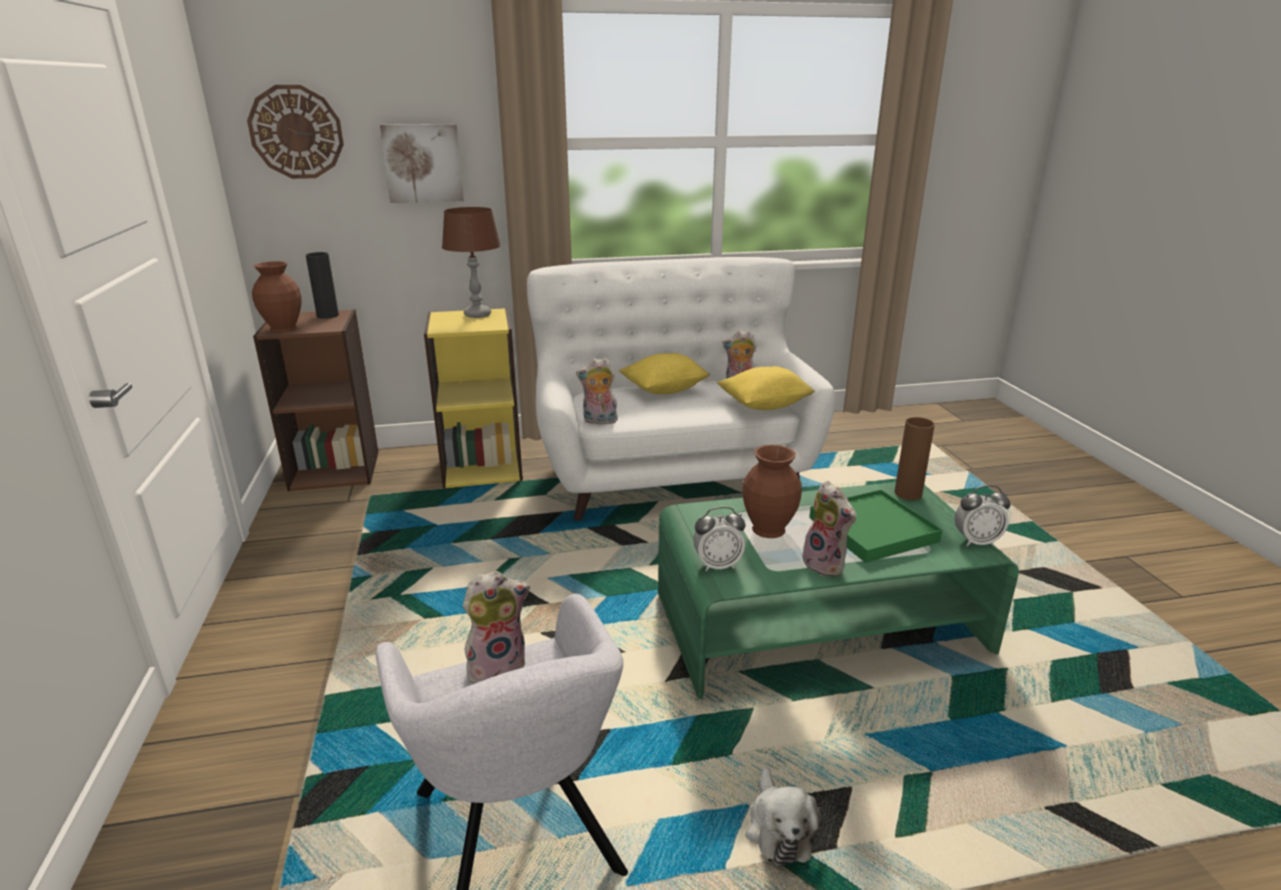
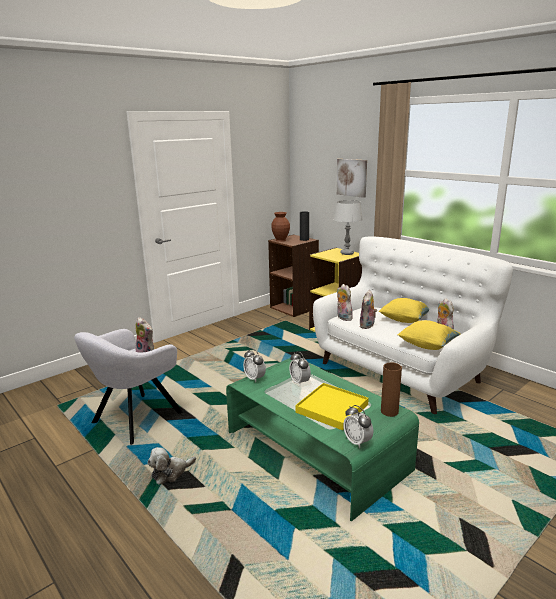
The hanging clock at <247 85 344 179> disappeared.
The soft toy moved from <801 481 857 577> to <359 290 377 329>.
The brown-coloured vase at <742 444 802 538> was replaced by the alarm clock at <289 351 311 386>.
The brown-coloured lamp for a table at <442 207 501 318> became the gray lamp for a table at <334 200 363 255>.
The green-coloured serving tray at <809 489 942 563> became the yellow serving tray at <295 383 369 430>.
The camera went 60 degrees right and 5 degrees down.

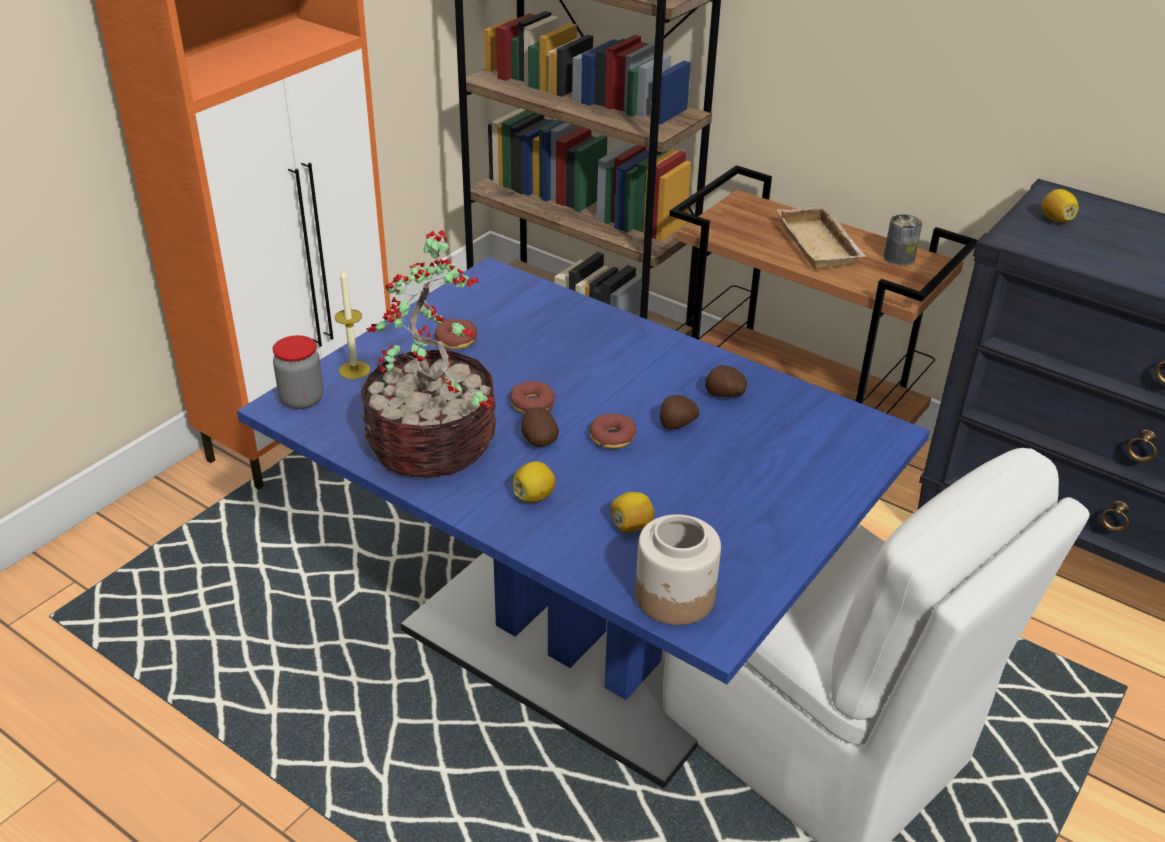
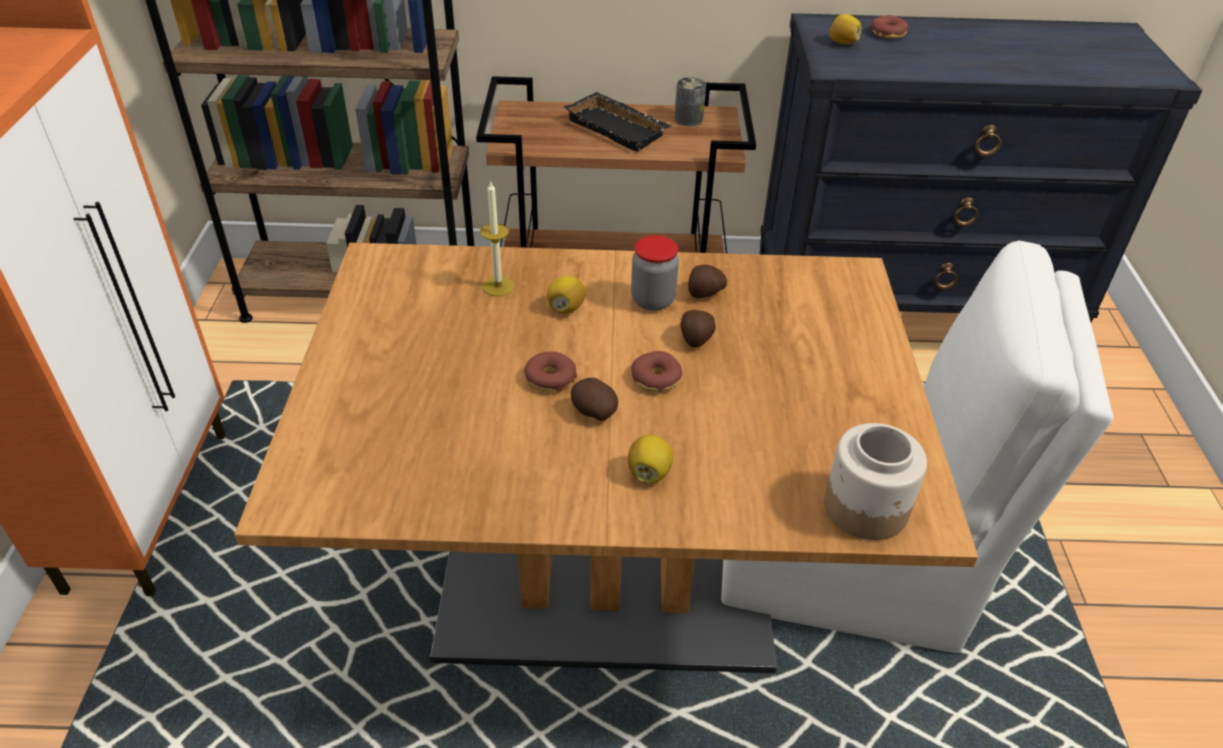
The houseplant at <361 230 496 478> disappeared.
The jar moved from <273 335 324 409> to <631 235 679 311>.
The wax candle moved from <335 270 370 379> to <480 182 514 296>.
The donut moved from <434 319 477 350> to <871 15 908 39>.
The lemon moved from <611 492 655 532> to <547 276 585 314>.
The blue dining table at <237 257 930 788> became the brown-coloured dining table at <234 243 978 673>.
The beige-coloured serving tray at <777 206 866 270> became the black-coloured serving tray at <564 92 671 152>.
The camera went 35 degrees left and 5 degrees up.

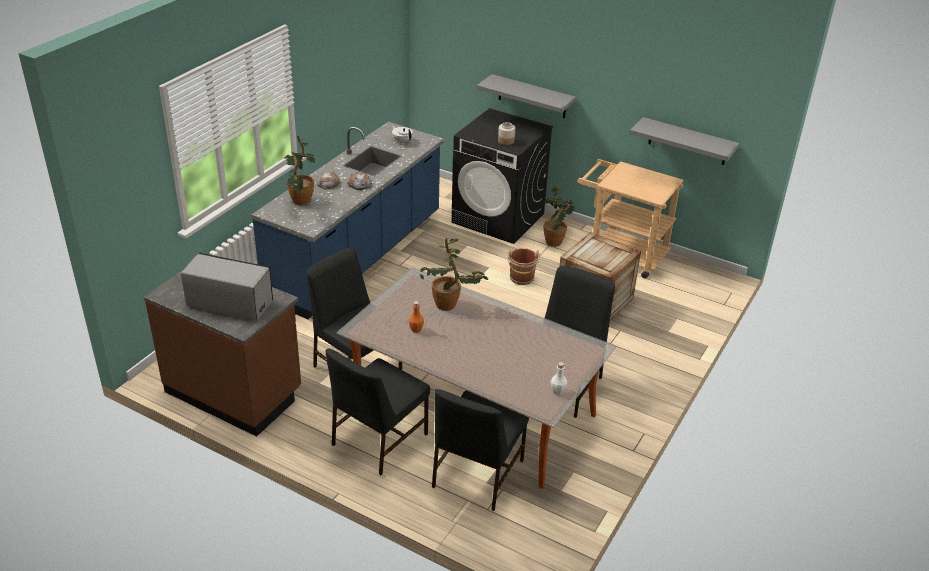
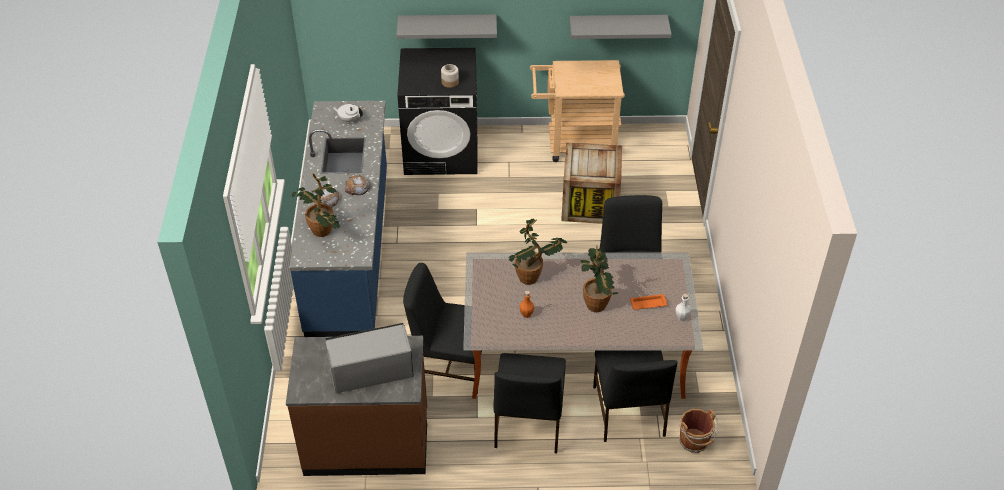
The orangey serving tray at <630 294 667 310> appeared.
The brown-coloured bucket moved from <507 248 540 285> to <679 409 718 453>.
The houseplant moved from <544 185 575 247> to <580 245 618 312>.
The camera went 30 degrees left and 10 degrees up.

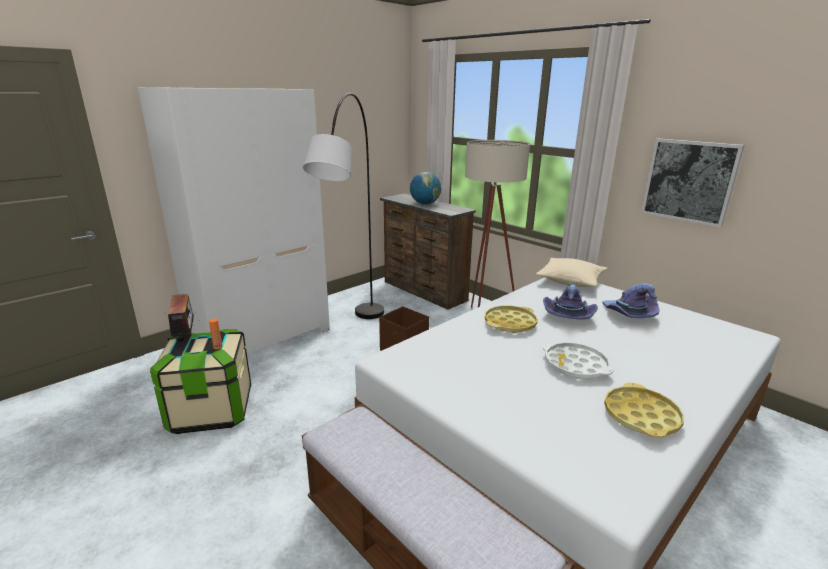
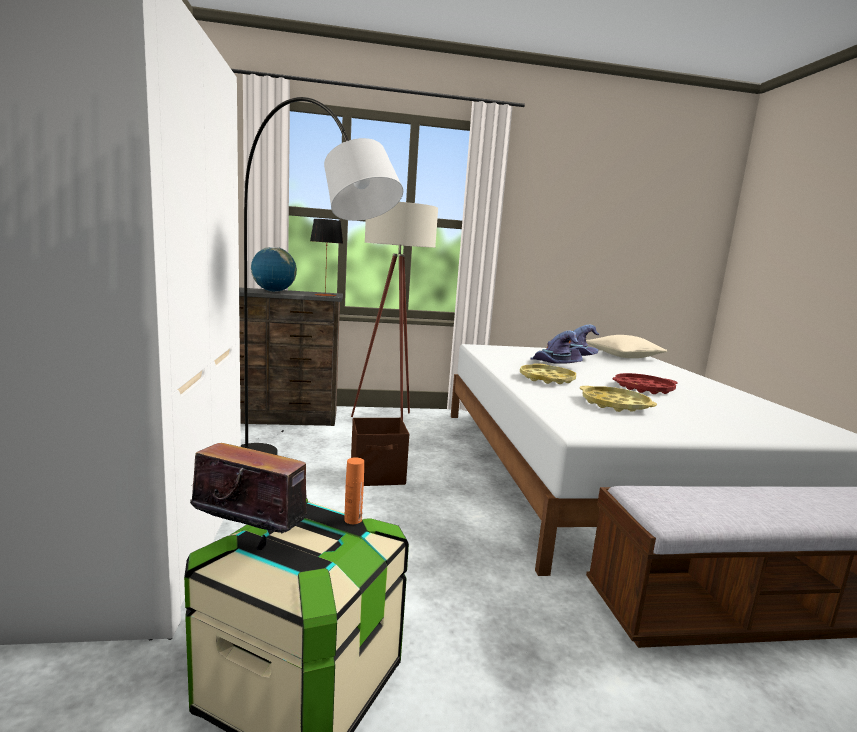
The wall picture at <641 139 745 227> disappeared.
The lamp for a table at <310 219 343 296> appeared.
The beige-coloured pillow moved from <536 258 607 287> to <586 335 667 358>.
The yellow serving tray moved from <604 383 684 438> to <580 386 657 412>.
The white-coloured serving tray at <543 342 614 379> became the red-coloured serving tray at <613 373 678 394>.
The camera went 55 degrees left and 10 degrees down.

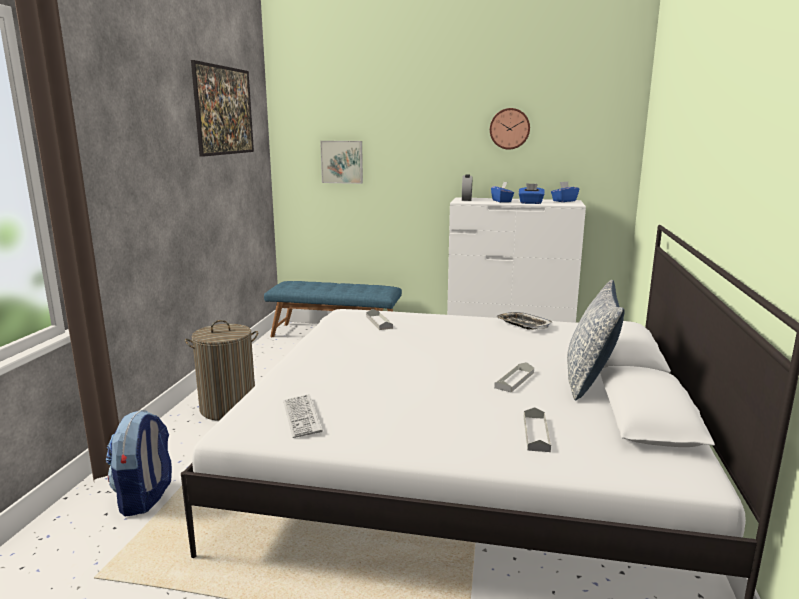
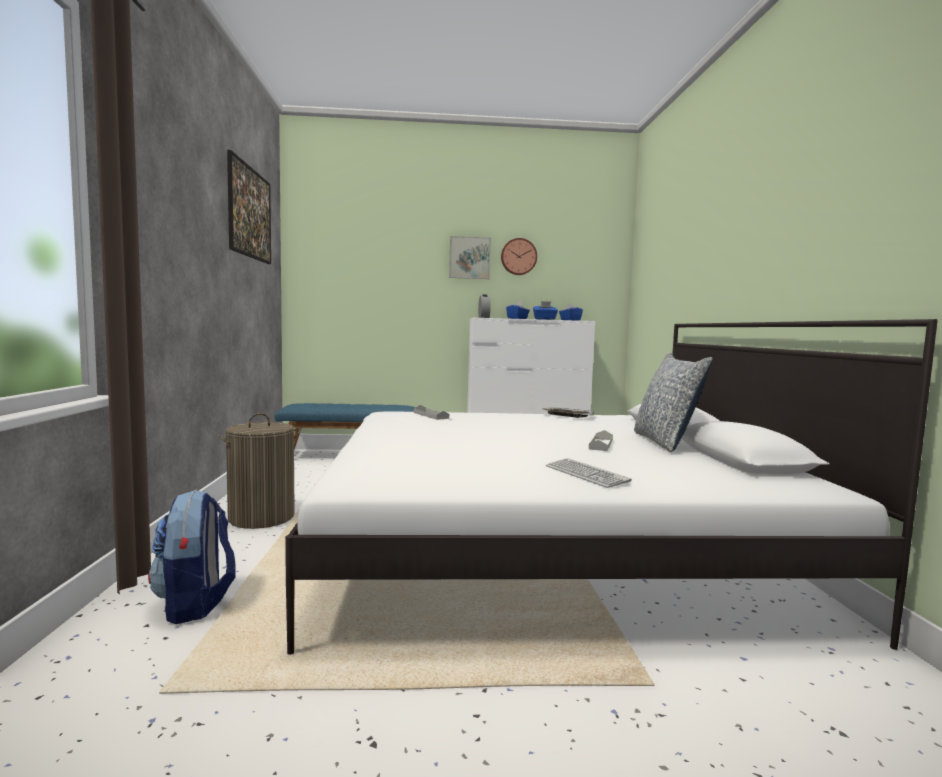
The gray serving tray at <524 407 551 452> disappeared.
The computer keyboard moved from <283 394 323 438> to <546 458 632 488>.
The wall picture moved from <320 141 363 184> to <449 236 491 279>.
The camera went 15 degrees left and 10 degrees down.

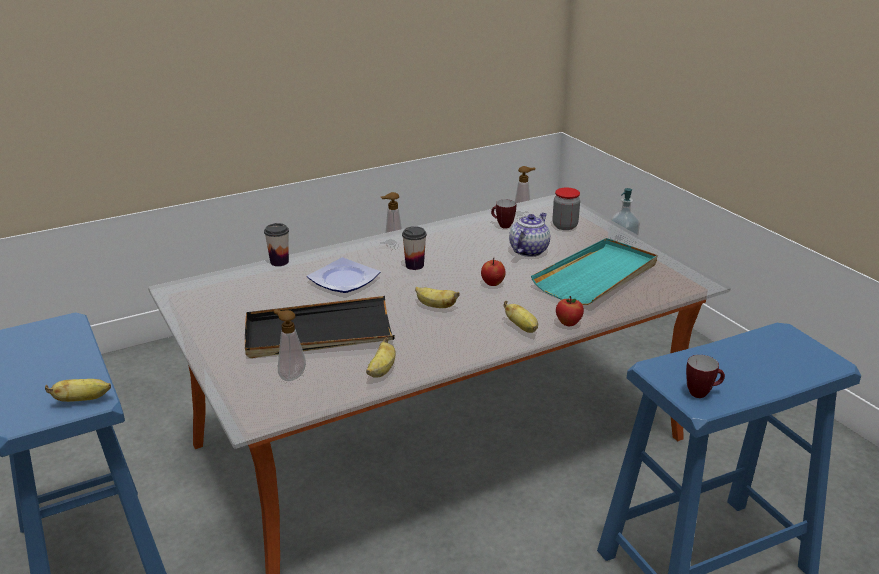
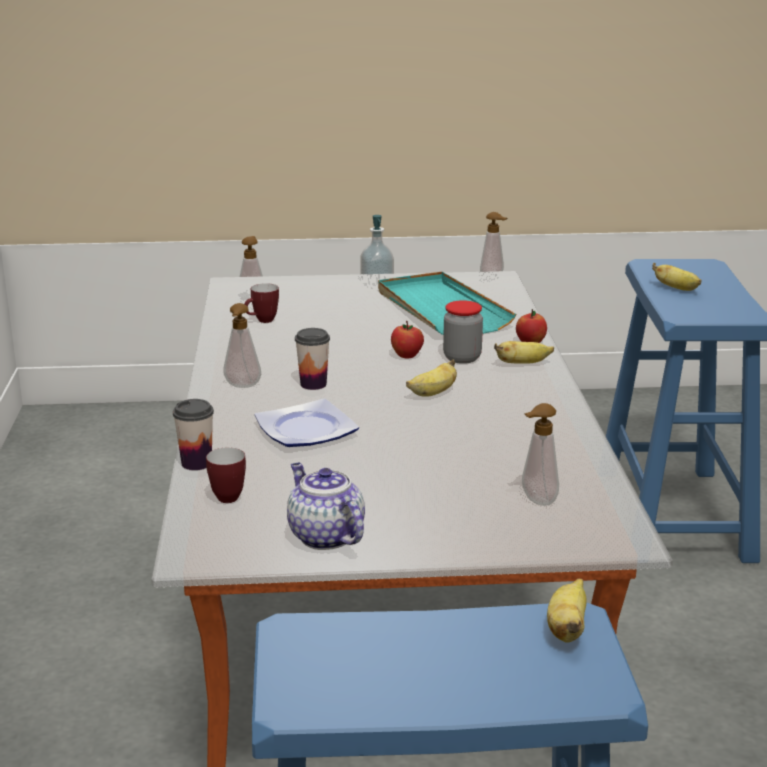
The black-coloured serving tray at <245 296 395 358> disappeared.
The soap dispenser at <480 212 507 282> appeared.
The banana fruit moved from <366 338 396 378> to <652 263 701 291>.
The tea pot moved from <509 213 550 257> to <287 463 365 550>.
The jar moved from <553 187 580 230> to <443 300 483 364>.
The tea mug moved from <686 355 725 398> to <206 447 246 503>.
The camera went 65 degrees left and 5 degrees down.

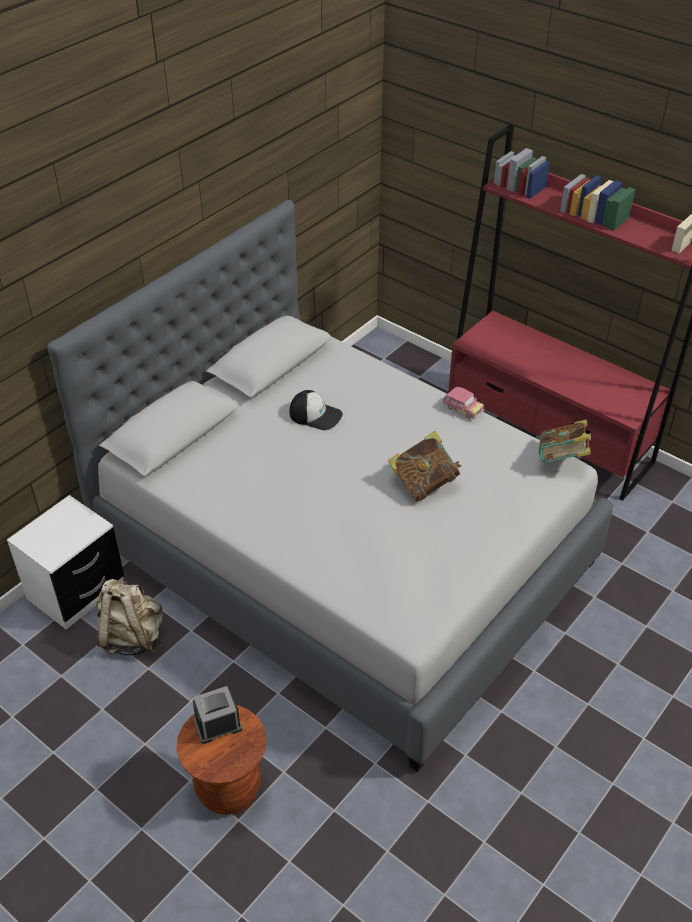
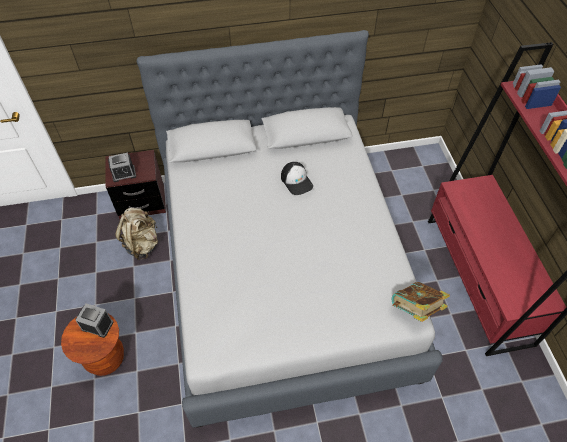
The volume at <388 431 462 502> disappeared.
The toy car at <442 387 484 419> disappeared.
The alarm clock at <108 152 136 182> appeared.
The white-coloured nightstand at <7 495 124 629> became the brown-coloured nightstand at <106 150 166 219>.
The camera went 40 degrees right and 10 degrees up.

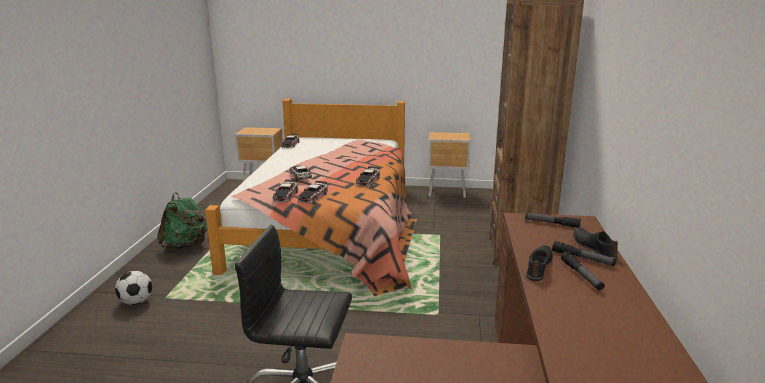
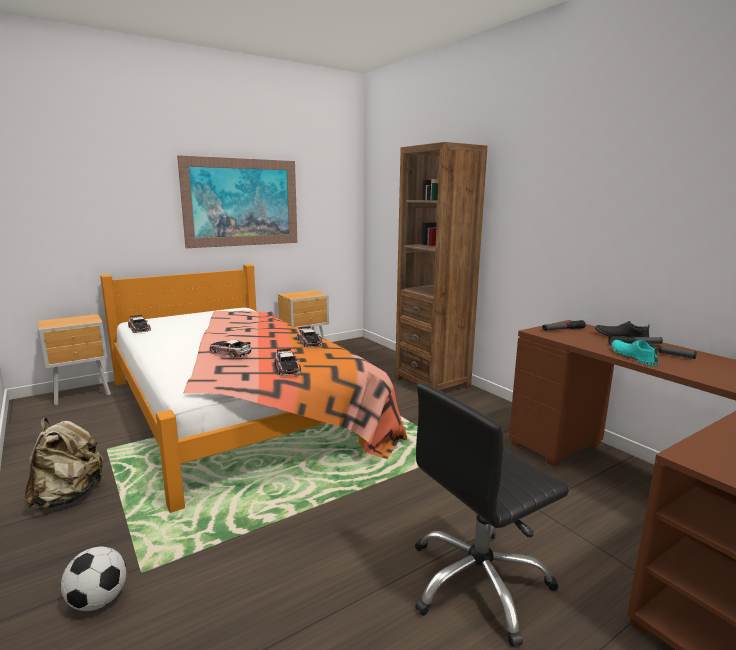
The toy car at <273 180 298 202> disappeared.
The wall picture at <177 155 297 248> appeared.
The green-coloured rucksack at <157 192 207 249> became the beige-coloured rucksack at <25 417 104 510>.
The black-coloured item of footwear at <526 245 553 281> became the blue-green item of footwear at <611 340 659 366>.
The camera went 40 degrees left and 5 degrees down.

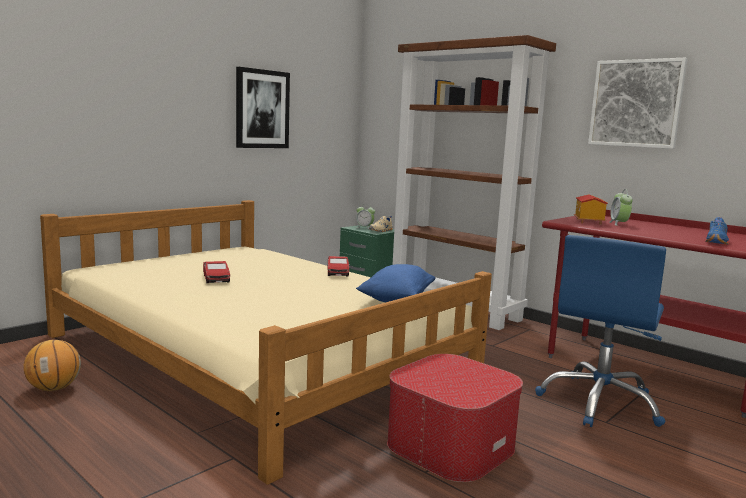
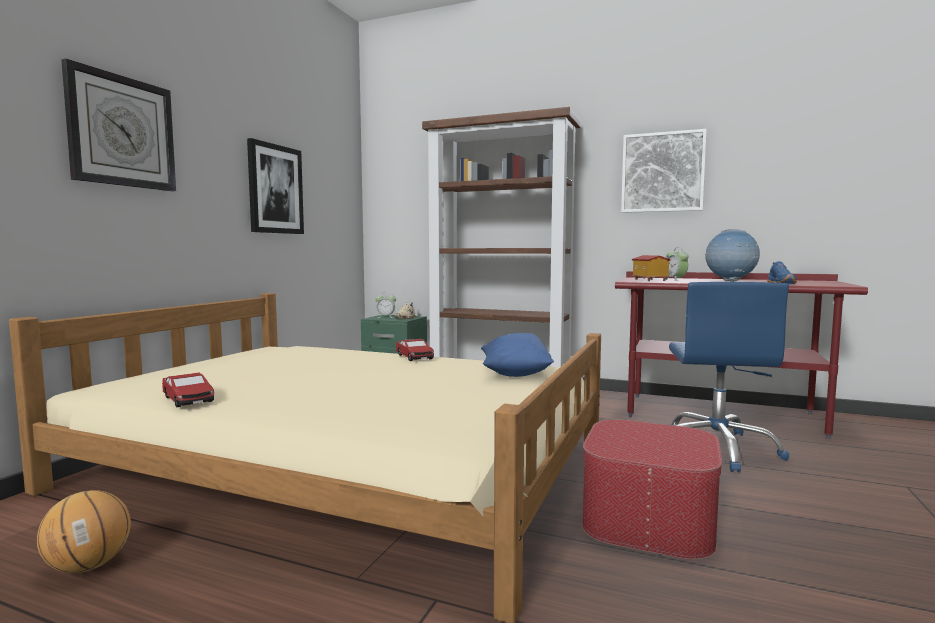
The hanging clock at <61 59 176 191> appeared.
The world globe at <705 229 760 282> appeared.
The toy car moved from <203 261 230 283> to <162 373 214 407>.
The camera went 20 degrees left and 5 degrees down.

